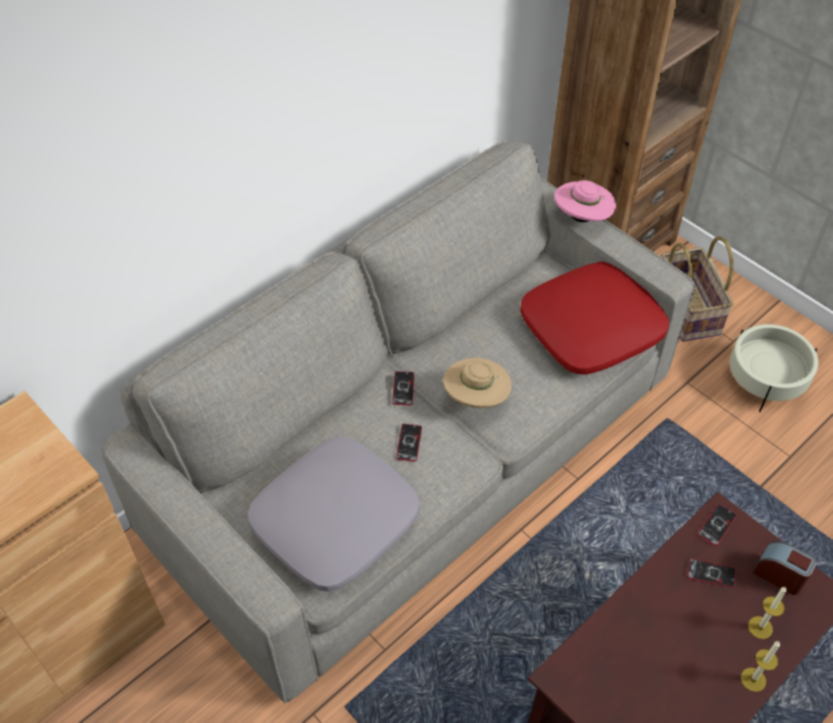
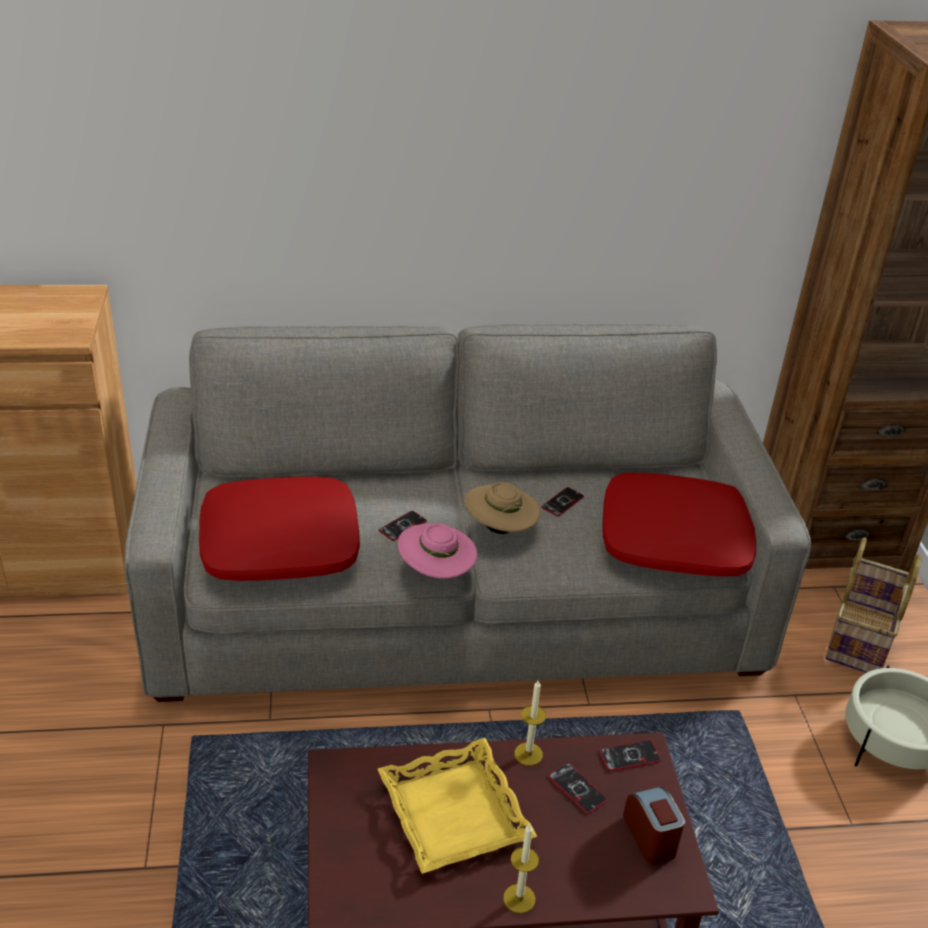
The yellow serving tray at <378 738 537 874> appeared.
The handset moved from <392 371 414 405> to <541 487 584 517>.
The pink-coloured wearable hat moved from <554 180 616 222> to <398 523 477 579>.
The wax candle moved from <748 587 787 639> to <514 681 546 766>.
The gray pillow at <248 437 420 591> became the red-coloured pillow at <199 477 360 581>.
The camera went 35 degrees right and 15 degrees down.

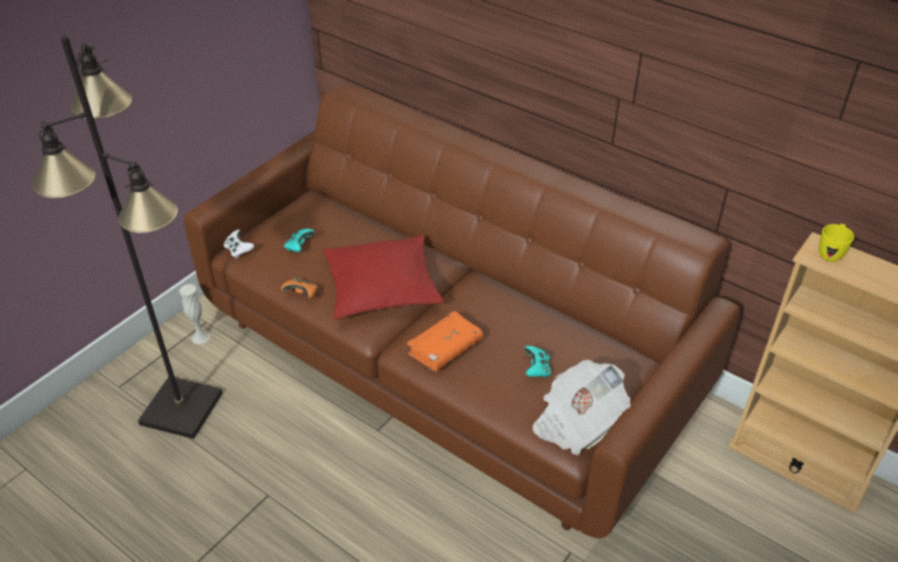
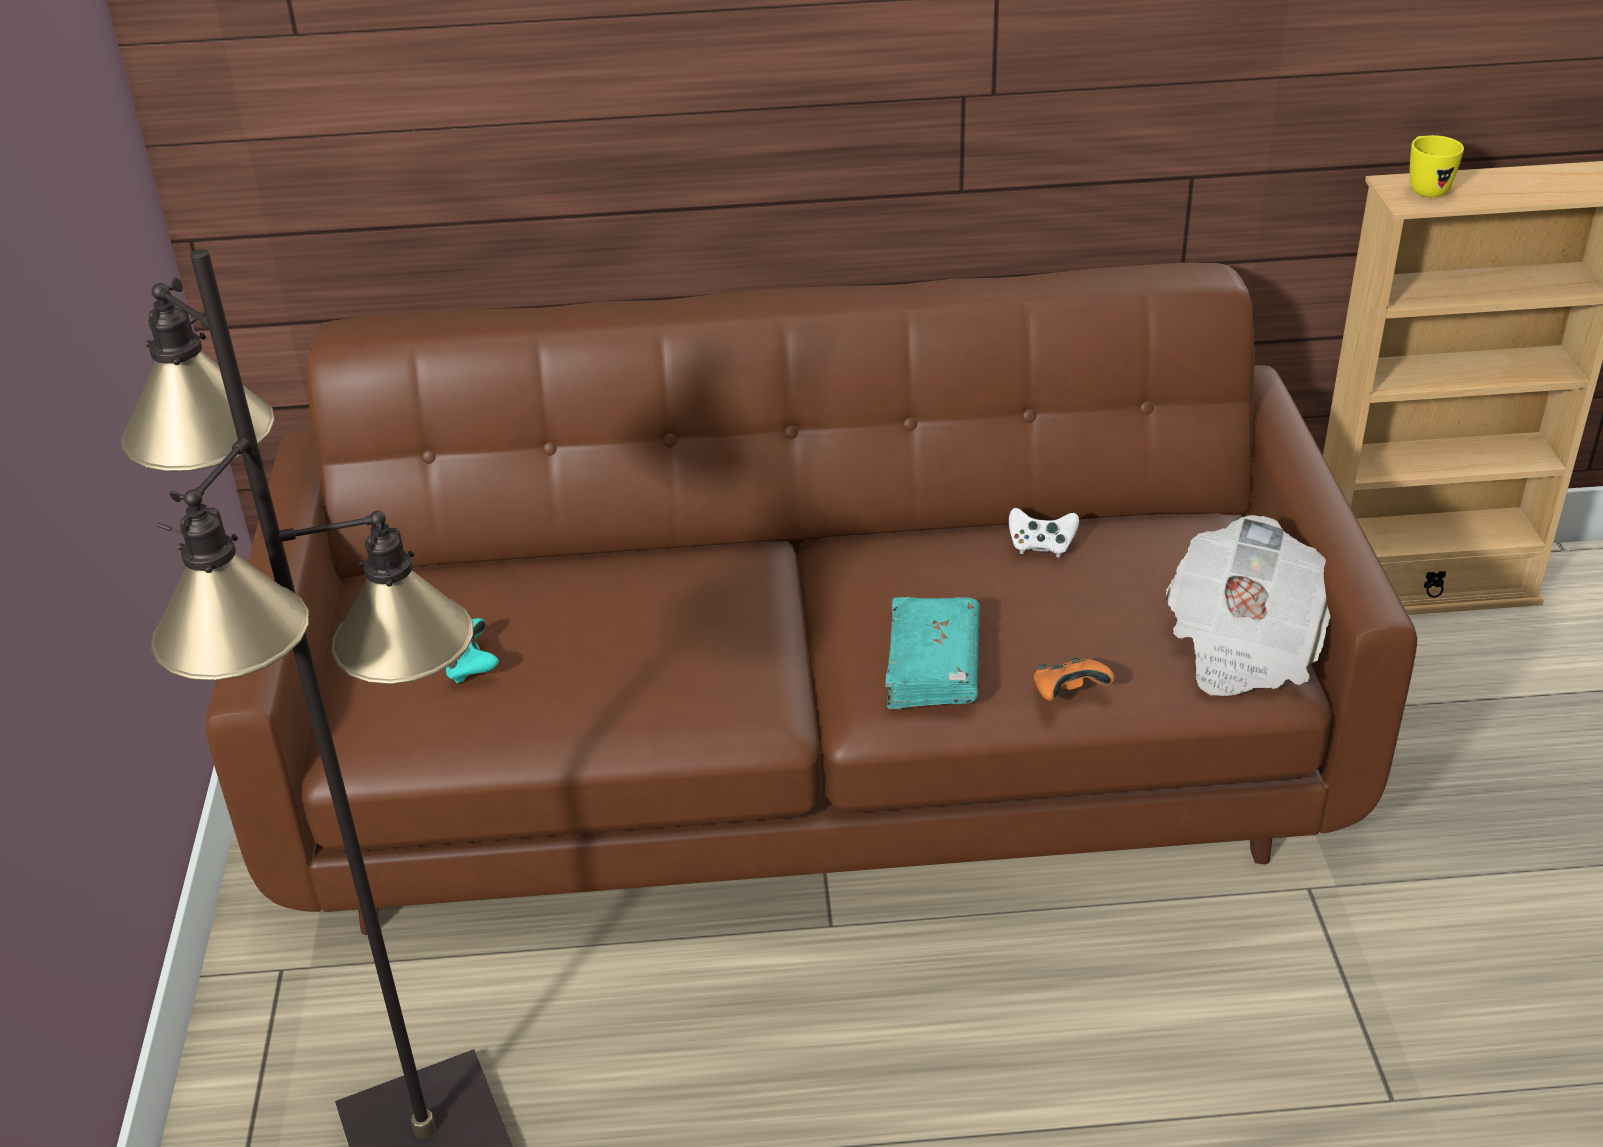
The white-coloured vase at <179 284 210 344> disappeared.
The red-coloured pillow at <323 235 444 319> disappeared.
The blue-green joypad at <524 346 551 377> disappeared.
The white-coloured joypad moved from <224 230 254 259> to <1009 508 1079 558>.
The orangey joypad moved from <281 277 318 298> to <1034 657 1115 701>.
The orangey volume at <406 311 483 372> became the blue-green volume at <885 597 980 709>.
The camera went 40 degrees left and 5 degrees down.

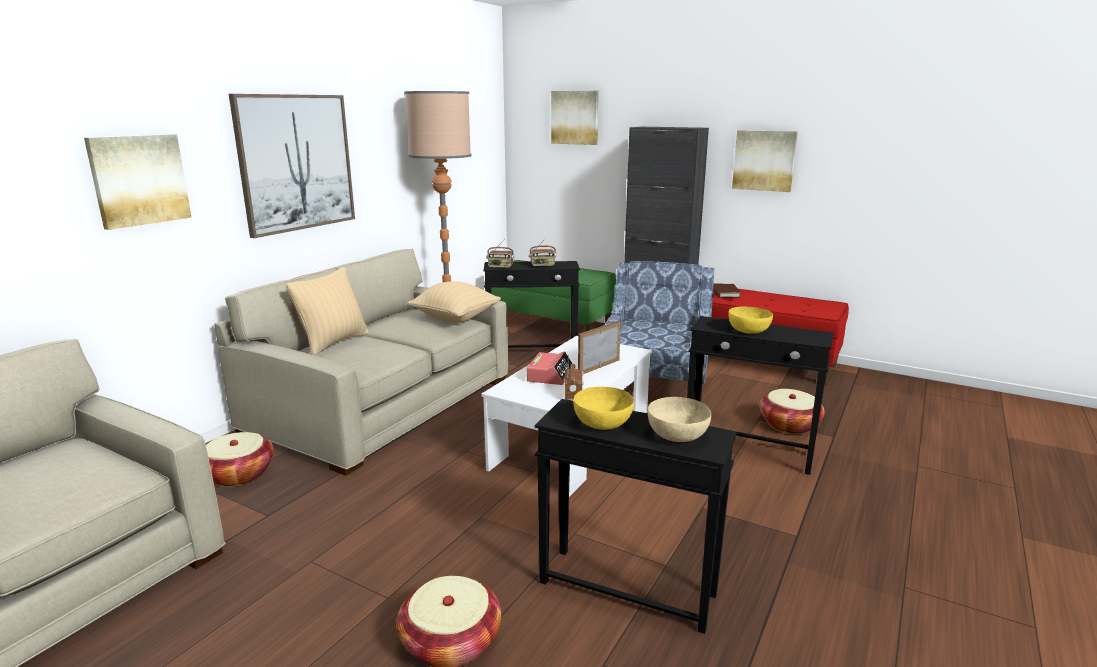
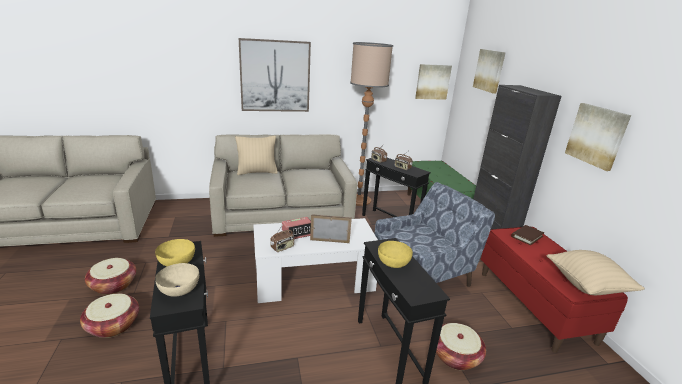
The wall picture moved from <84 134 192 230> to <415 64 452 100>.
The basket moved from <206 432 274 487> to <85 258 136 295>.
The beige-coloured pillow moved from <407 281 501 323> to <546 250 645 295>.
The camera went 45 degrees right and 5 degrees up.

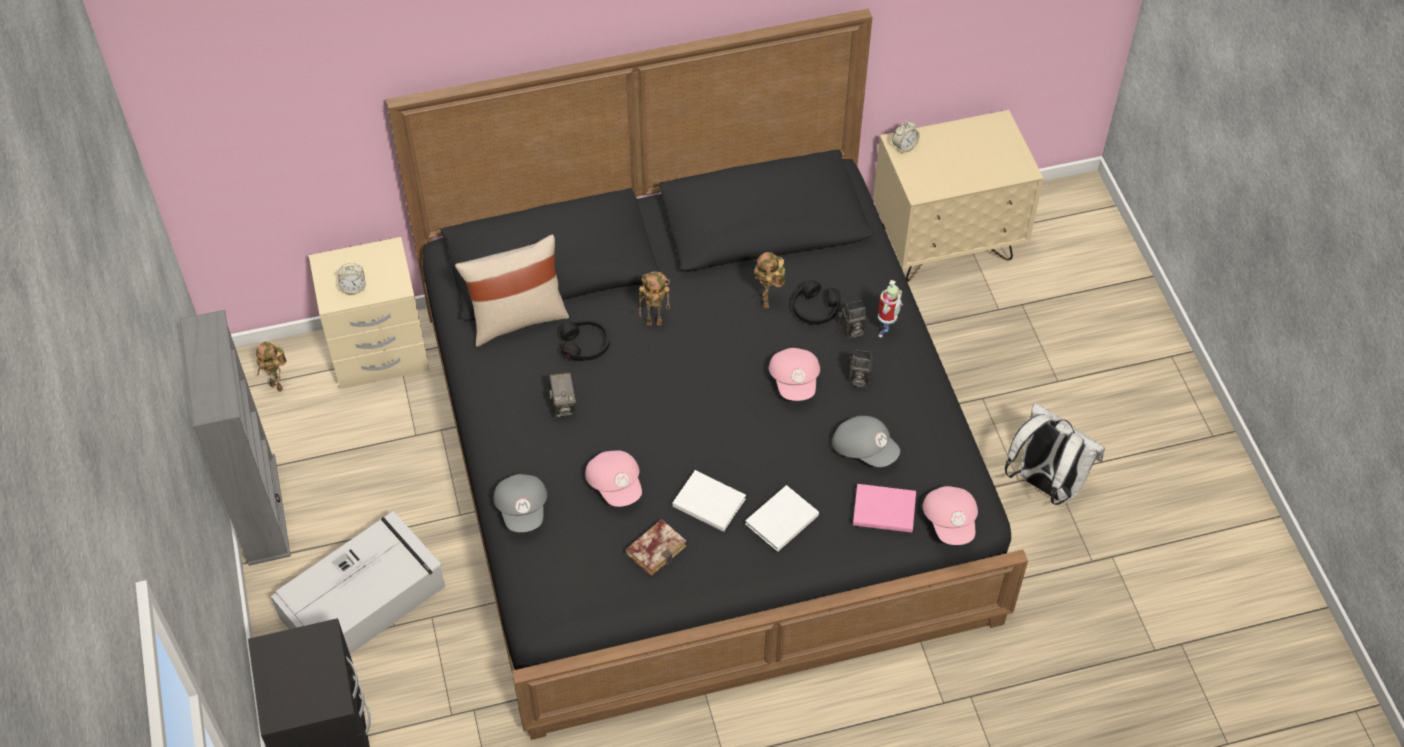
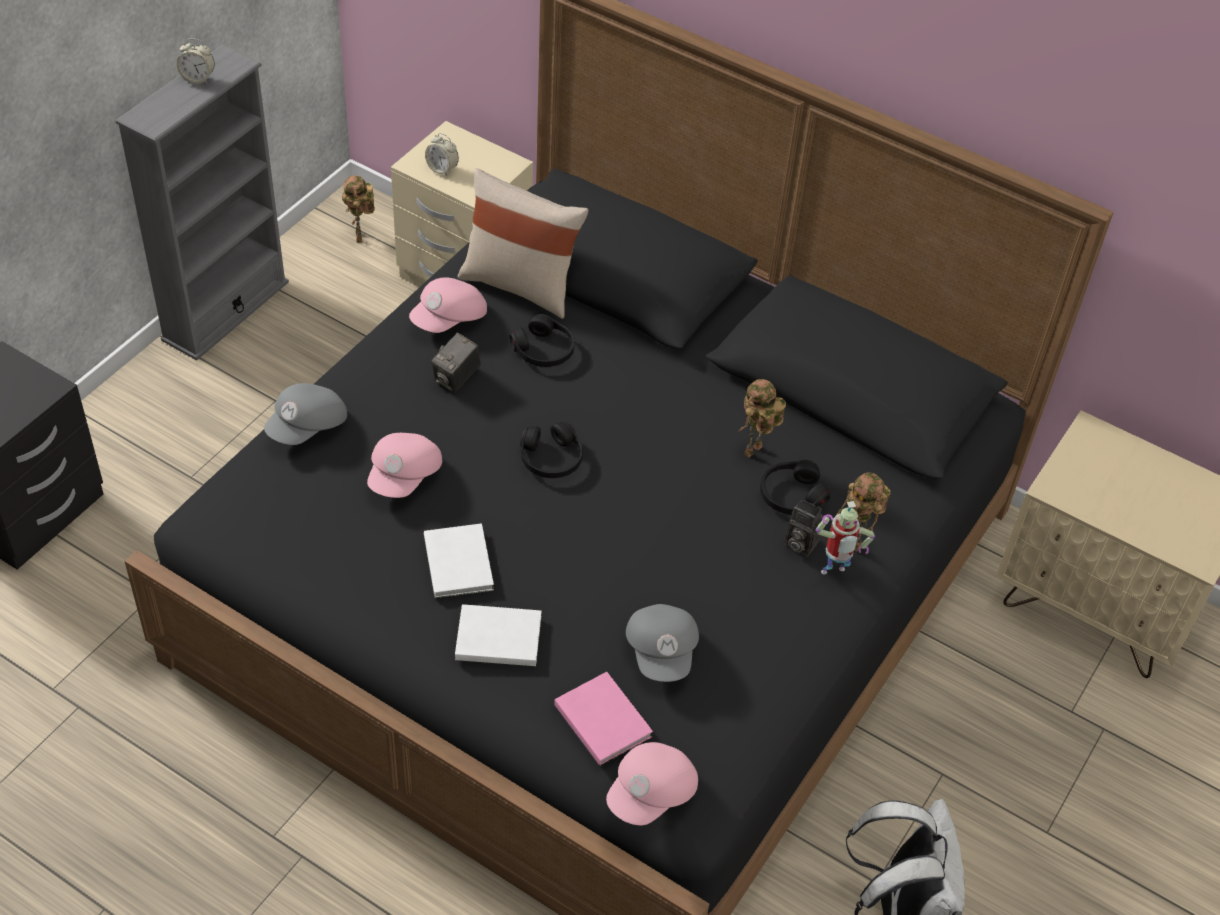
The gray storage box at <271 511 445 654> disappeared.
The volume at <626 519 686 576> disappeared.
The photo camera at <849 349 873 388> disappeared.
The black-coloured headphones at <520 422 583 478> appeared.
The robot figure moved from <639 272 670 325> to <836 472 890 552>.
The pink-coloured cap moved from <769 348 820 401> to <409 278 487 333>.
The alarm clock moved from <892 120 920 154> to <177 38 215 84>.
The camera went 45 degrees right and 5 degrees down.

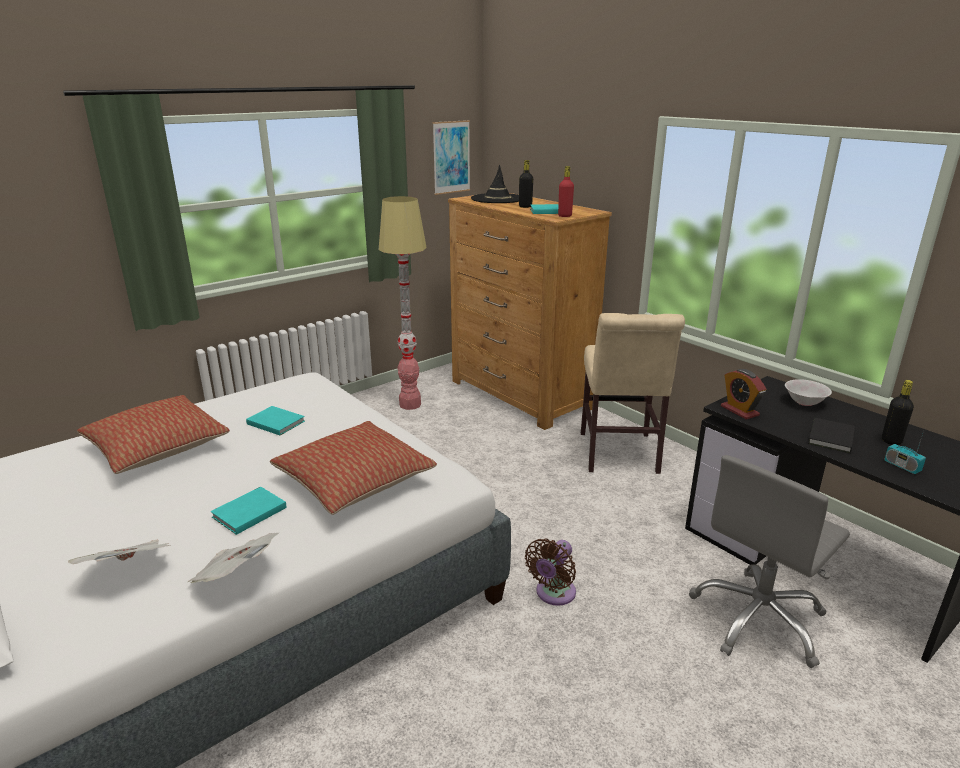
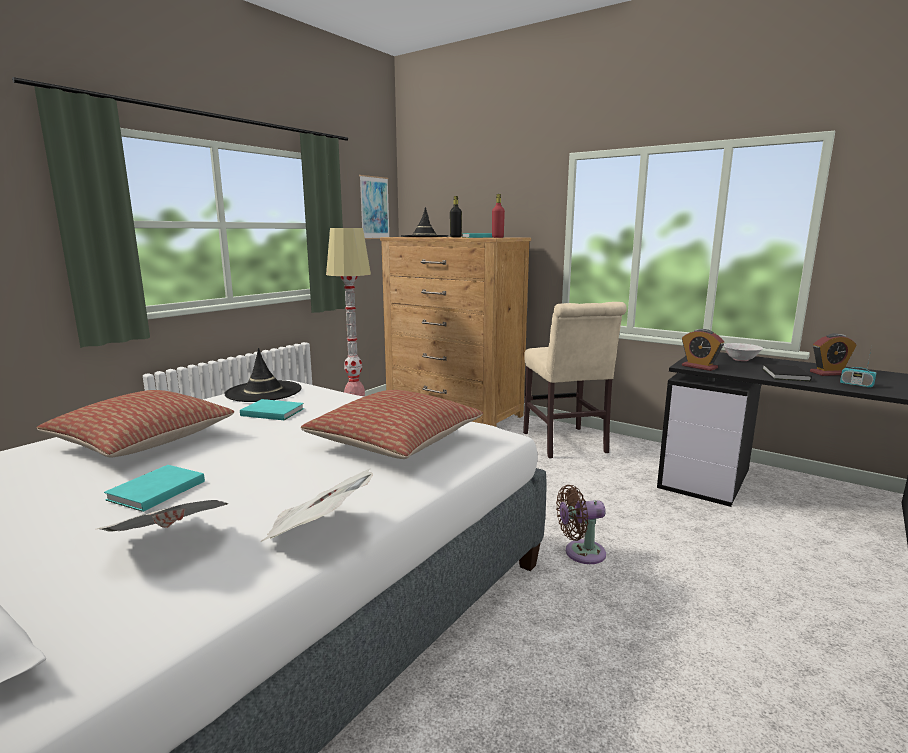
The gray office chair at <689 455 850 668> disappeared.
The black-coloured wearable hat at <224 348 302 402> appeared.
The blue-green volume moved from <211 487 287 535> to <104 465 205 512>.
The black-coloured drink bottle at <882 380 914 445> was replaced by the alarm clock at <810 333 857 376>.
The brown-coloured cooling fan at <525 538 576 606> turned 60 degrees clockwise.
The camera went 15 degrees left and 10 degrees down.

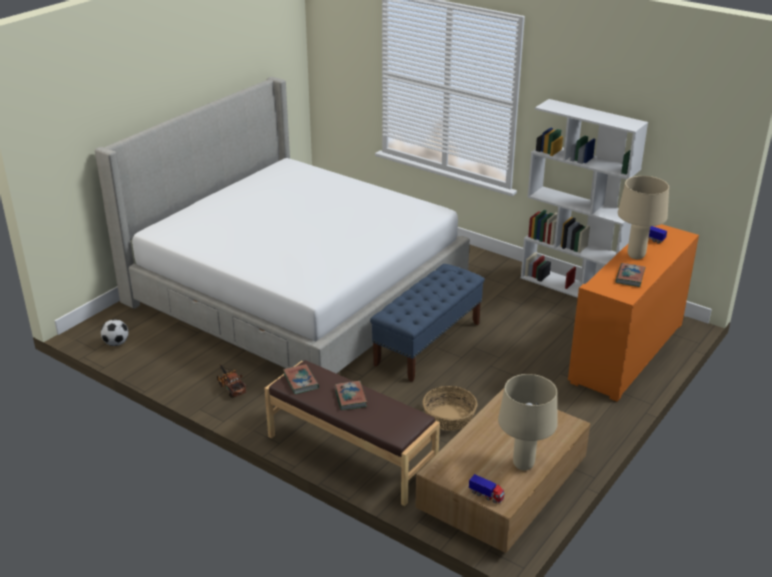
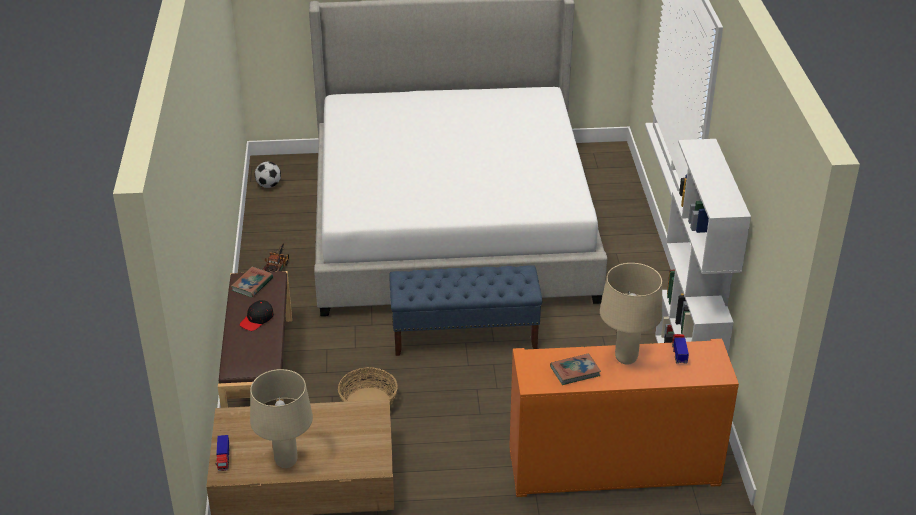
The volume at <334 381 367 410> was replaced by the black-coloured cap at <240 300 274 331>.
The camera went 50 degrees right and 5 degrees up.

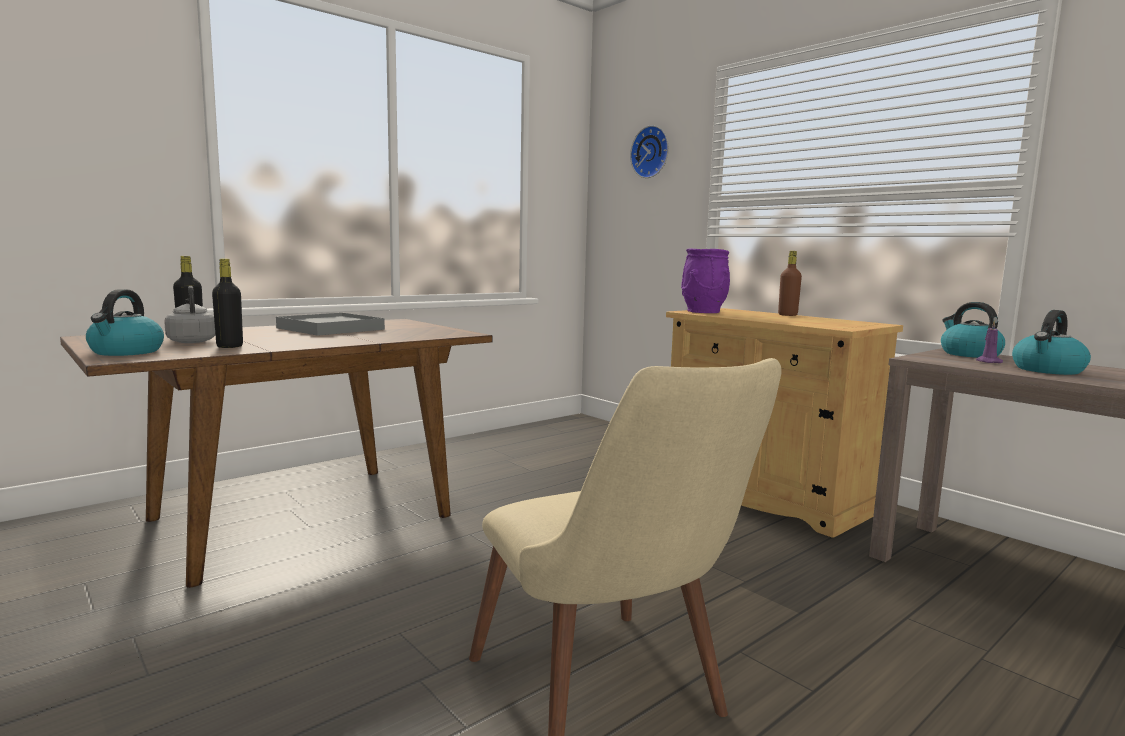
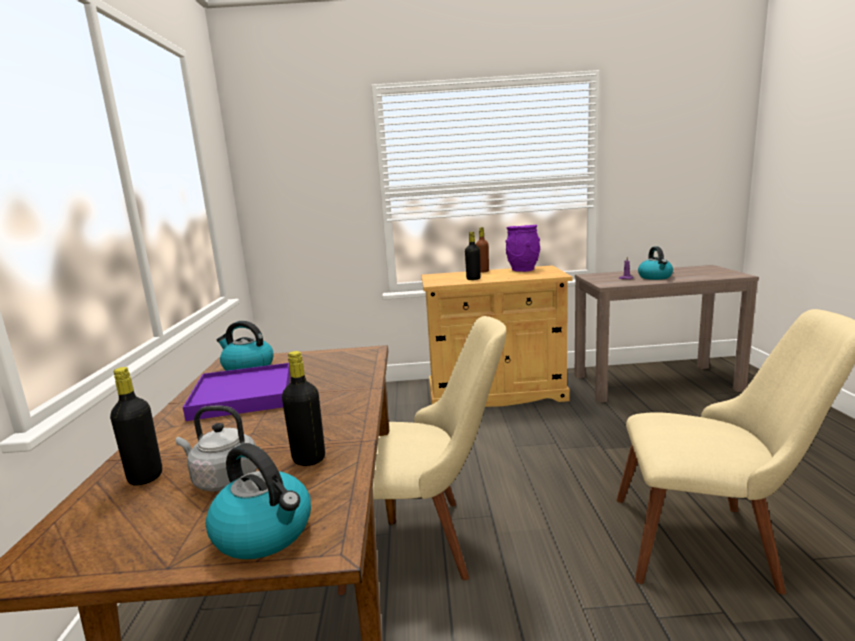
The hanging clock at <630 125 669 178> disappeared.
The beige-coloured plain chair at <338 316 506 595> appeared.
The black-coloured drink bottle at <465 232 481 280> appeared.
The purplish vase moved from <681 249 730 313> to <506 225 540 272>.
The kettle moved from <941 302 1005 358> to <217 321 274 371>.
The gray serving tray at <276 313 385 336> became the purplish serving tray at <183 363 291 421>.
The camera went 50 degrees left and 5 degrees up.

